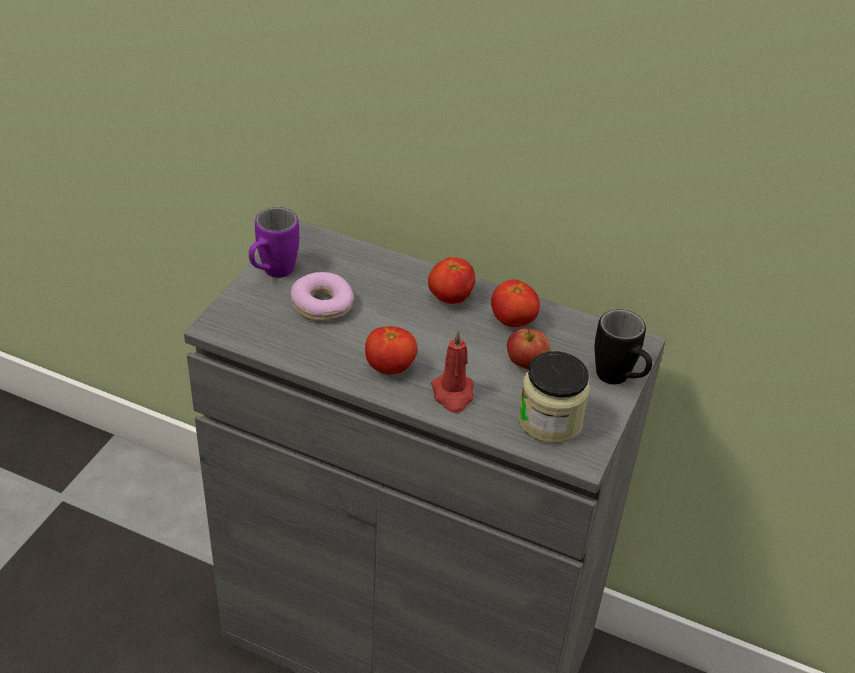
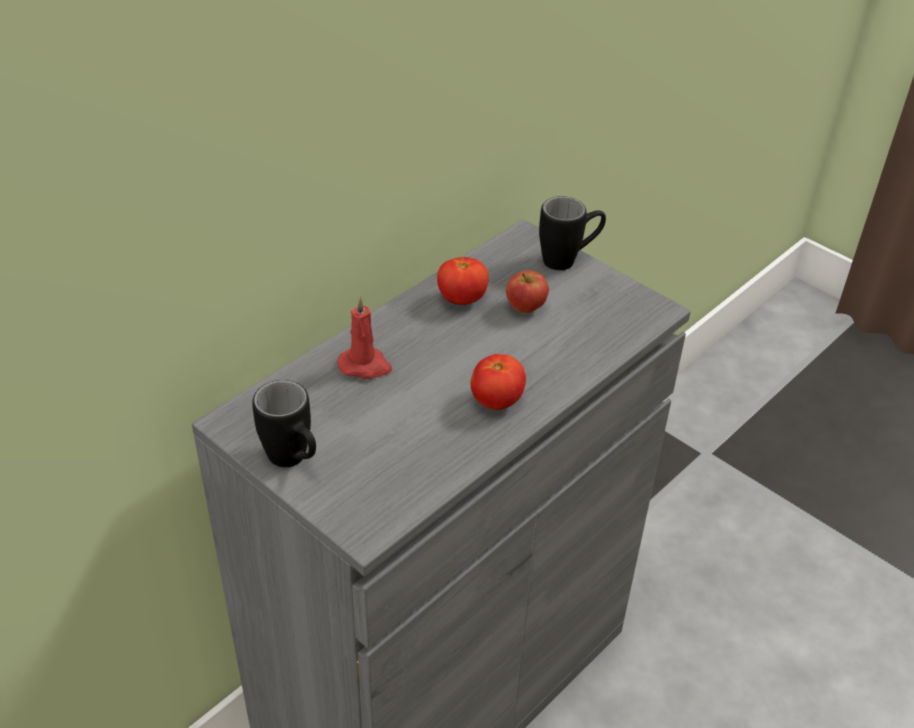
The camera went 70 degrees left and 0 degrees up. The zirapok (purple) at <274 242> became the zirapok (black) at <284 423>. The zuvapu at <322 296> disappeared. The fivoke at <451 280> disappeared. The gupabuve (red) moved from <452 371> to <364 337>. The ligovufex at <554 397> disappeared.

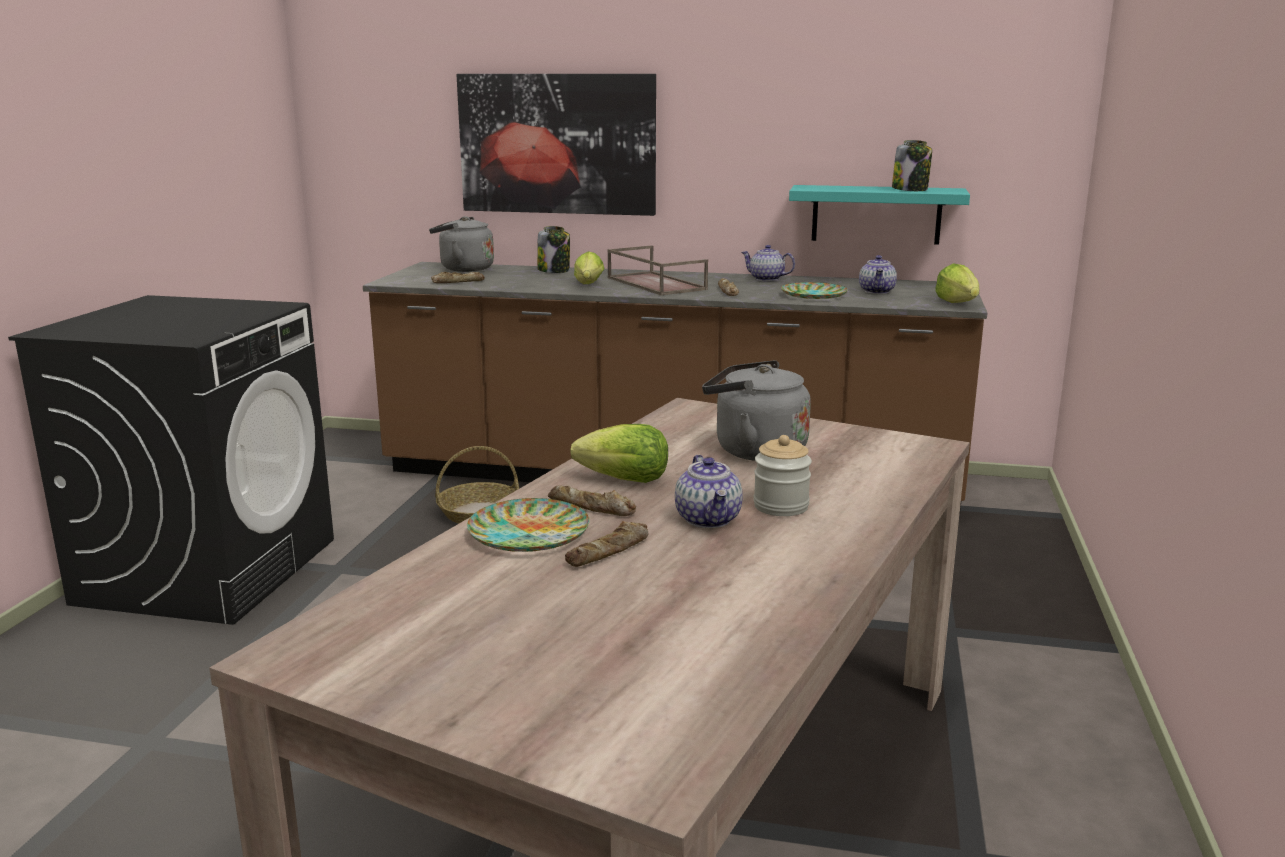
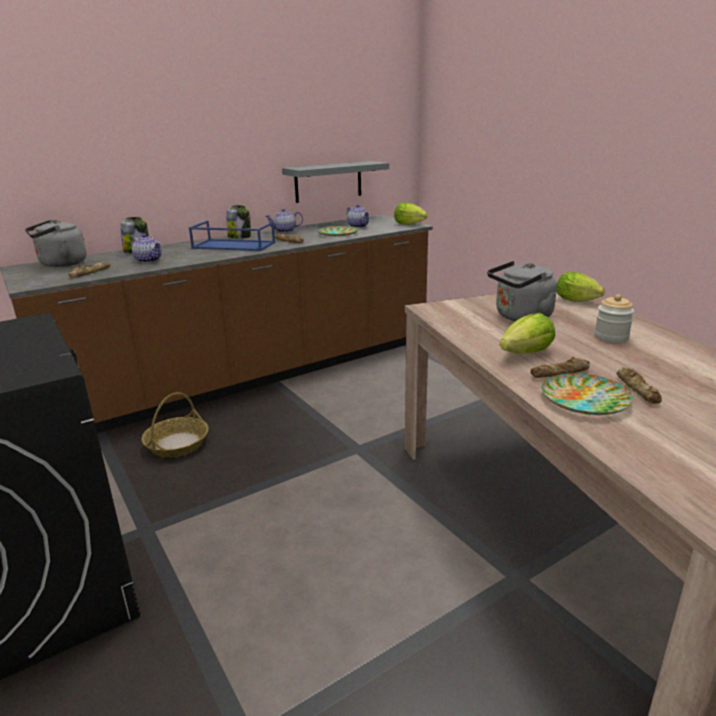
The camera went 45 degrees left and 5 degrees up. The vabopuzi at <556 145> disappeared. The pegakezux moved from <589 267> to <581 287>. The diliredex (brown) at <657 270> became the diliredex (blue) at <232 236>. The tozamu moved from <709 491> to <146 248>. The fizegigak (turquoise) at <879 215> became the fizegigak (grey) at <335 182>. The ligovufex moved from <912 165> to <238 222>.

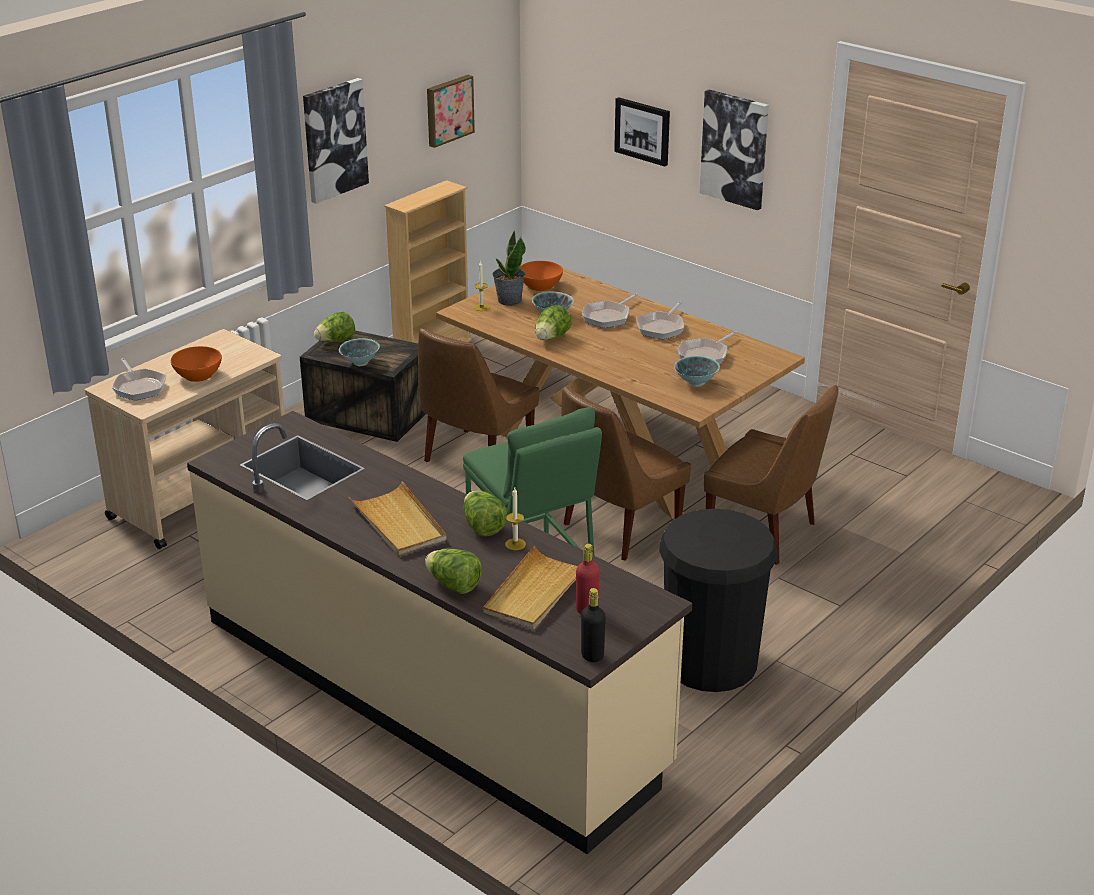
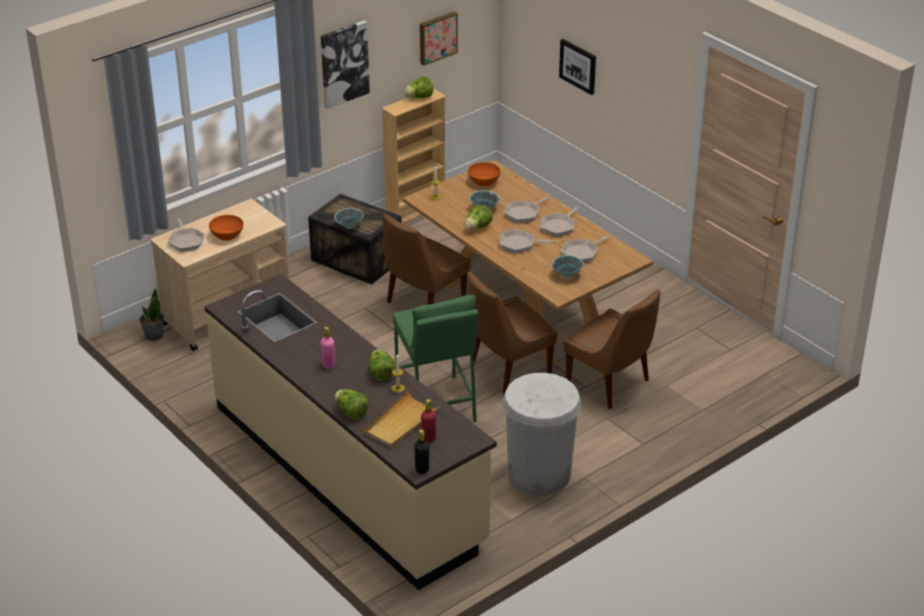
The camera went 10 degrees right and 5 degrees up. The pegakezux moved from <334 327> to <418 87>. The diliredex (beige) at <398 518> was replaced by the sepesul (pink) at <328 348>. The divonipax moved from <509 268> to <151 314>. The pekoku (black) at <718 600> became the pekoku (white) at <542 434>. The vabopuzi at <734 150> disappeared. The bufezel at <527 241> appeared.

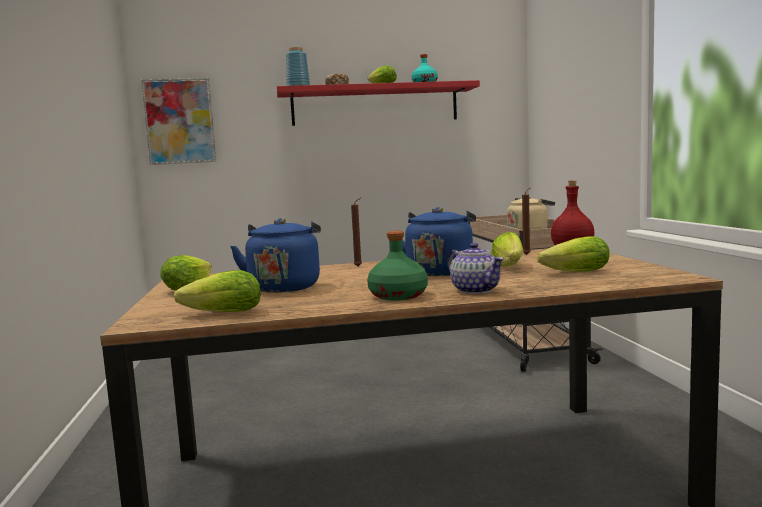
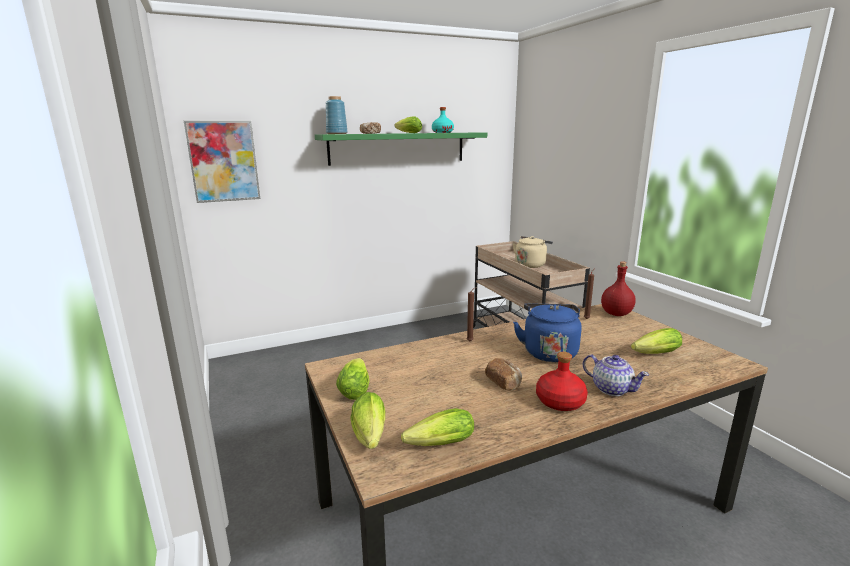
The camera went 15 degrees left and 10 degrees up. The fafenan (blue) at <275 255> disappeared. The fizegigak (red) at <378 103> became the fizegigak (green) at <401 149>. The sepesul (green) at <397 266> became the sepesul (red) at <562 381>. The pegakezux moved from <507 249> to <368 420>. The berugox at <503 374> appeared.

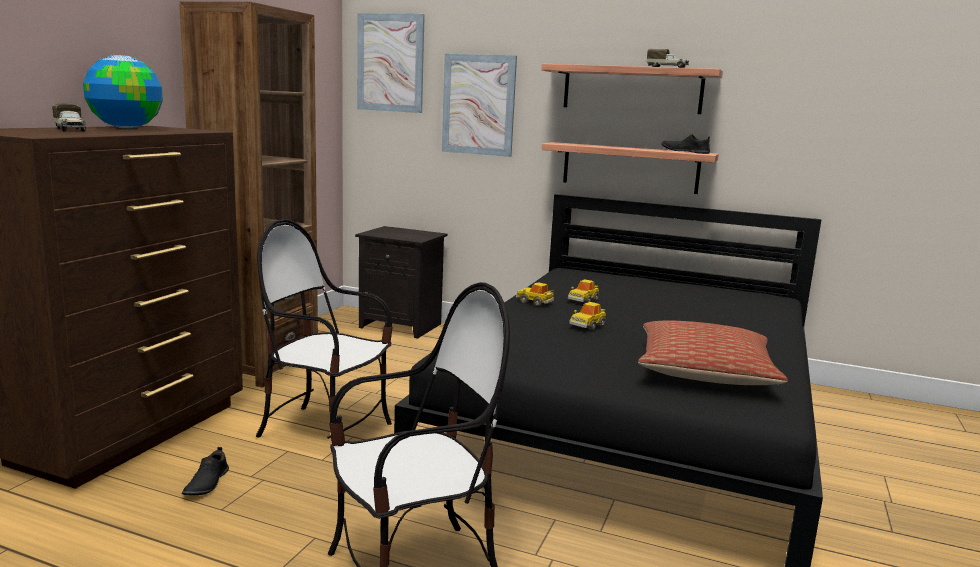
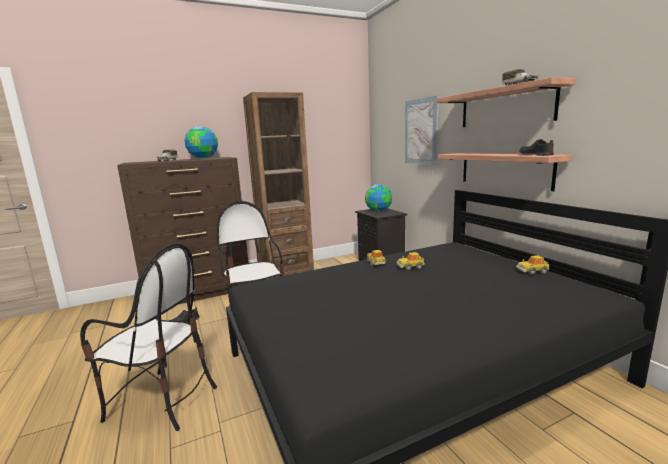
The camera went 45 degrees right and 0 degrees up. The vabopuzi at <391 63> disappeared. The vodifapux moved from <587 316> to <532 265>. The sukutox at <713 352> disappeared. The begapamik at <378 198> appeared.

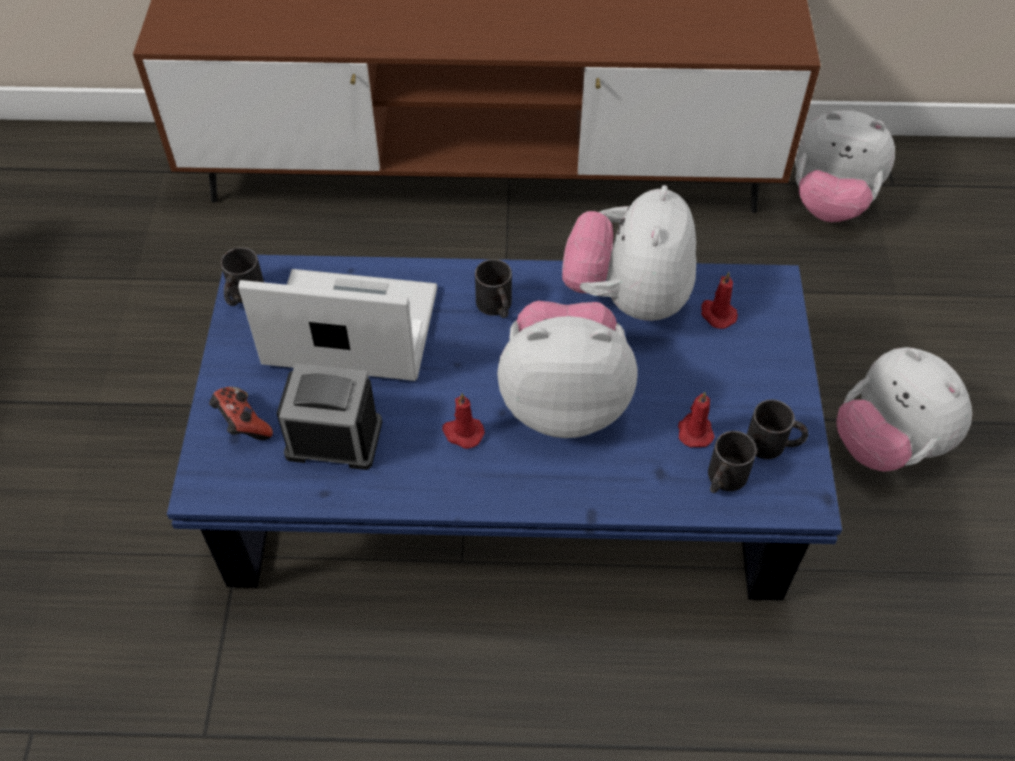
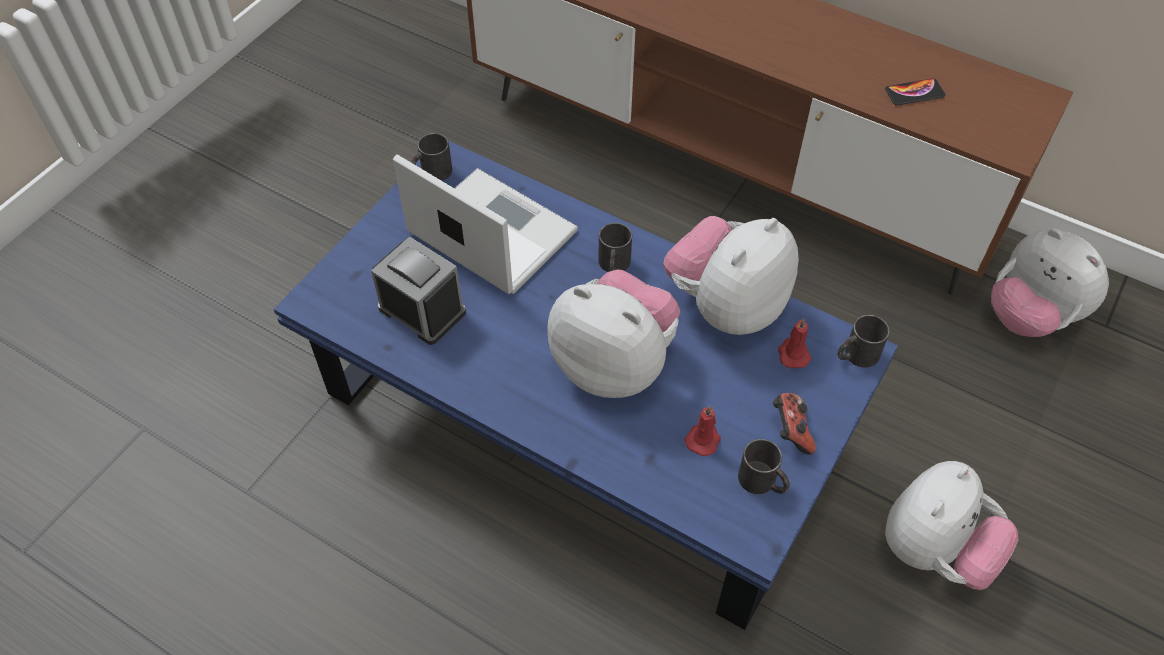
The camera went 30 degrees right and 0 degrees up. The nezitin moved from <241 413> to <794 423>. The gupabuve (red) at <463 421> disappeared. The zirapok (black) moved from <732 462> to <863 341>. The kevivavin at <904 409> turned 135 degrees counterclockwise. The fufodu at <915 91> appeared.

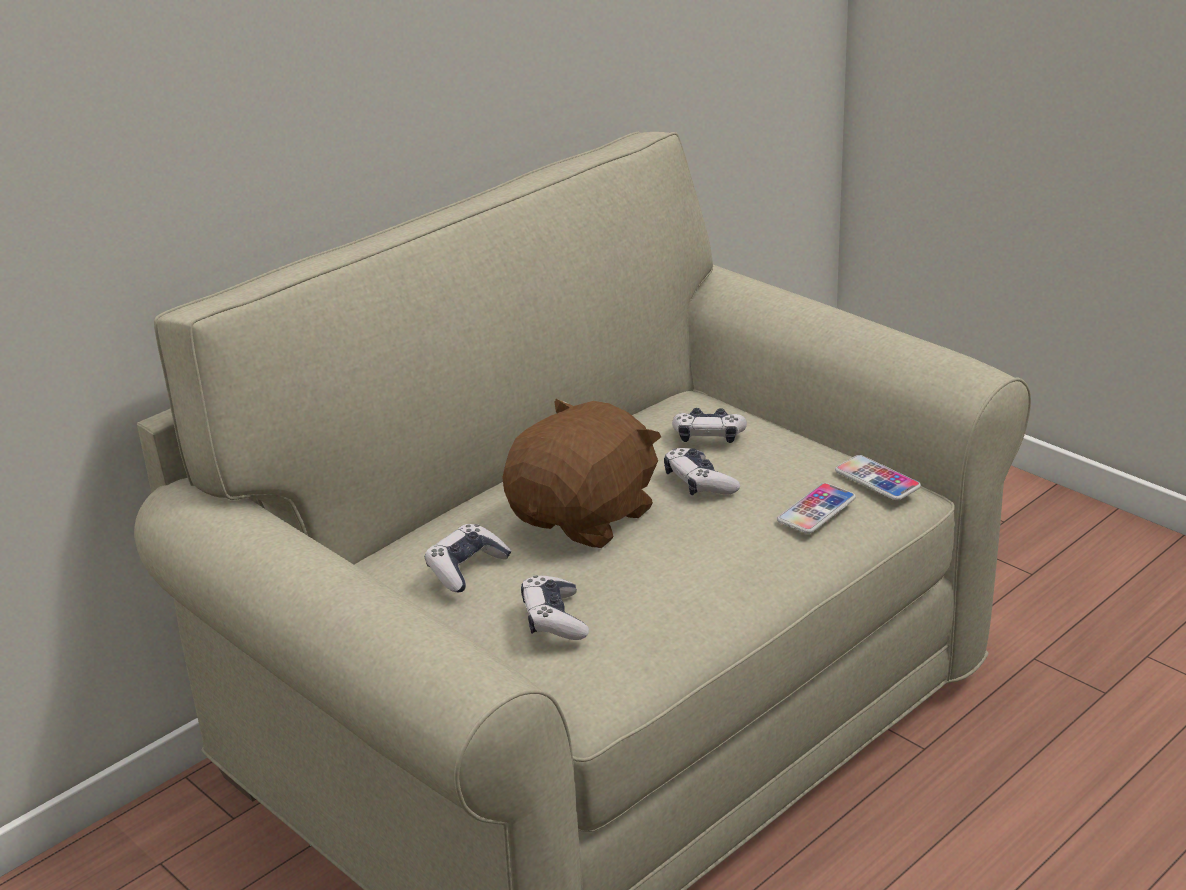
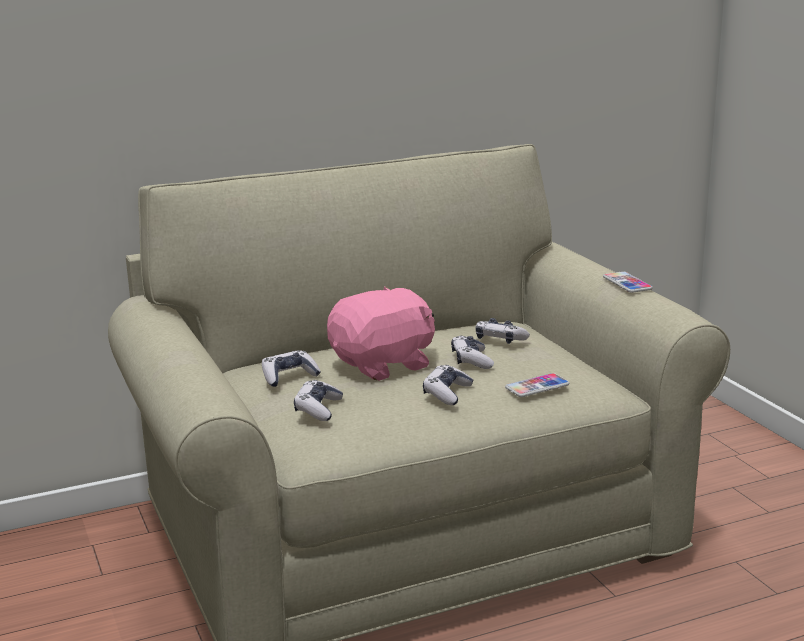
The camera went 20 degrees right and 10 degrees down. The kevivavin (brown) at <581 473> became the kevivavin (pink) at <381 333>. The fufodu moved from <878 478> to <628 282>. The nezitin at <448 385> appeared.

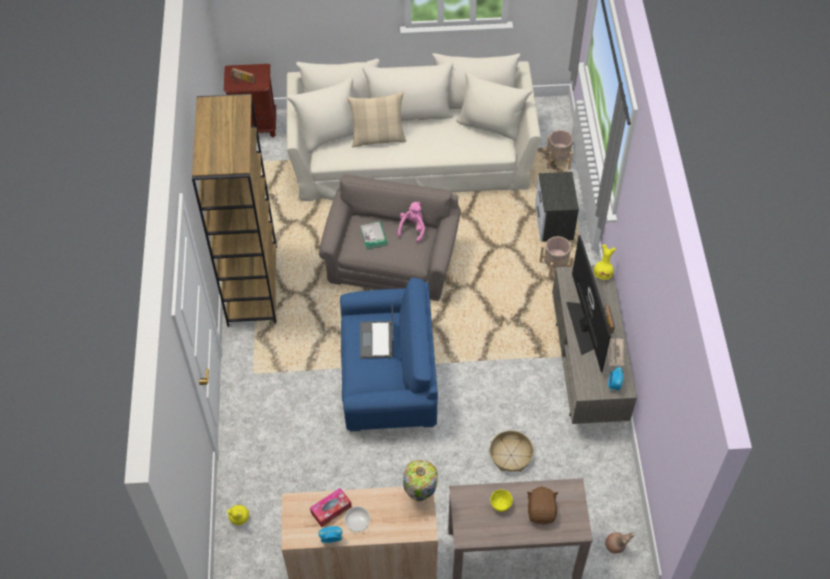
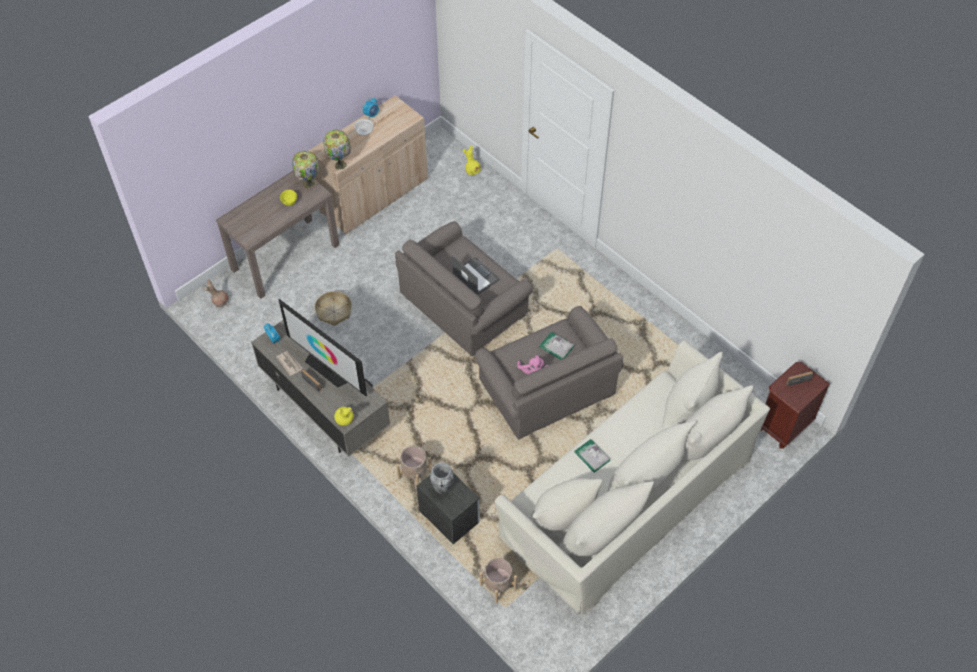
The camera went 140 degrees right and 0 degrees up. The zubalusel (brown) at <234 210> disappeared. The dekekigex at <331 507> disappeared. The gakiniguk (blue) at <389 354> became the gakiniguk (grey) at <464 288>. The sukutox (beige) at <376 119> disappeared. The kevivavin (brown) at <542 505> disappeared. The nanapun at <305 169> appeared. The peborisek at <442 478> appeared. The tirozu at <592 456> appeared.

